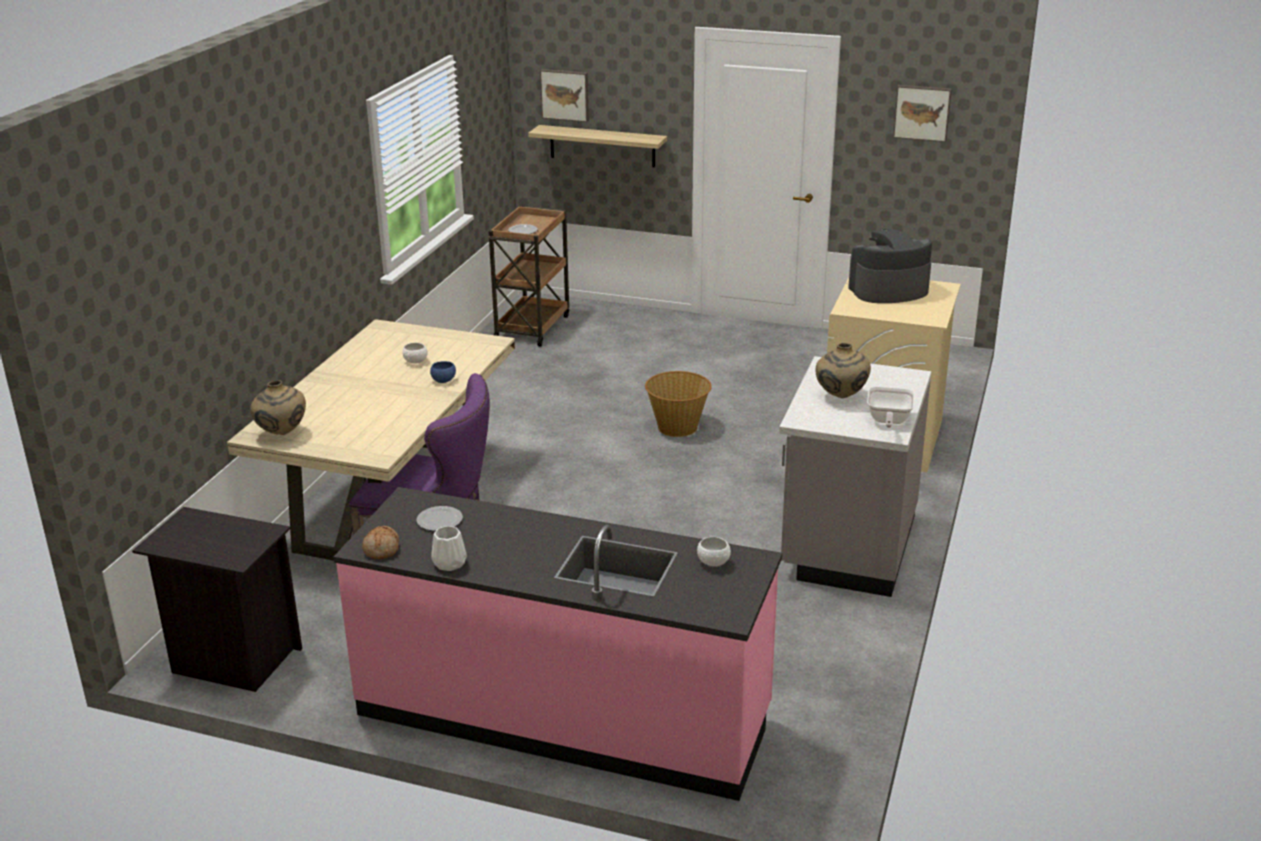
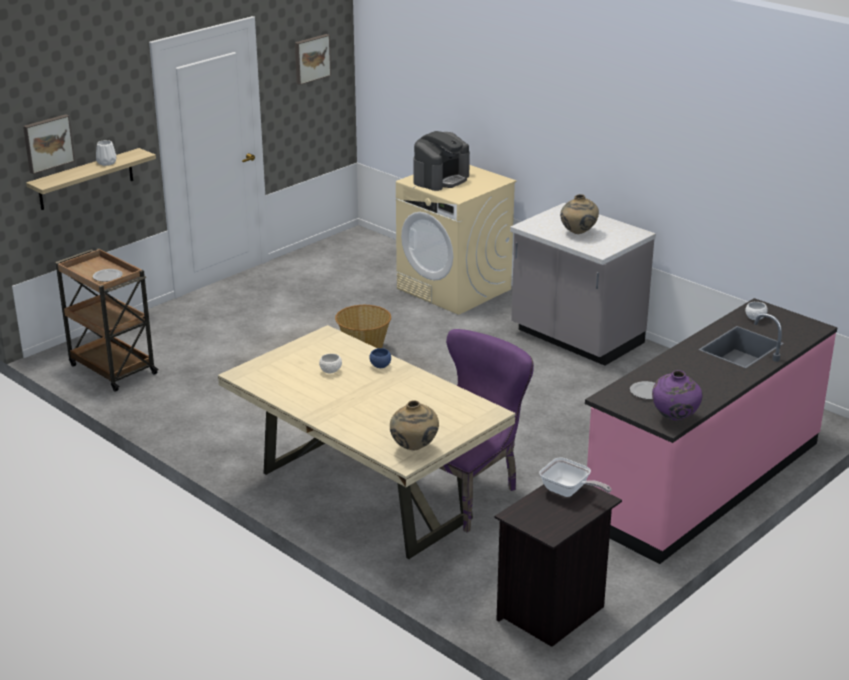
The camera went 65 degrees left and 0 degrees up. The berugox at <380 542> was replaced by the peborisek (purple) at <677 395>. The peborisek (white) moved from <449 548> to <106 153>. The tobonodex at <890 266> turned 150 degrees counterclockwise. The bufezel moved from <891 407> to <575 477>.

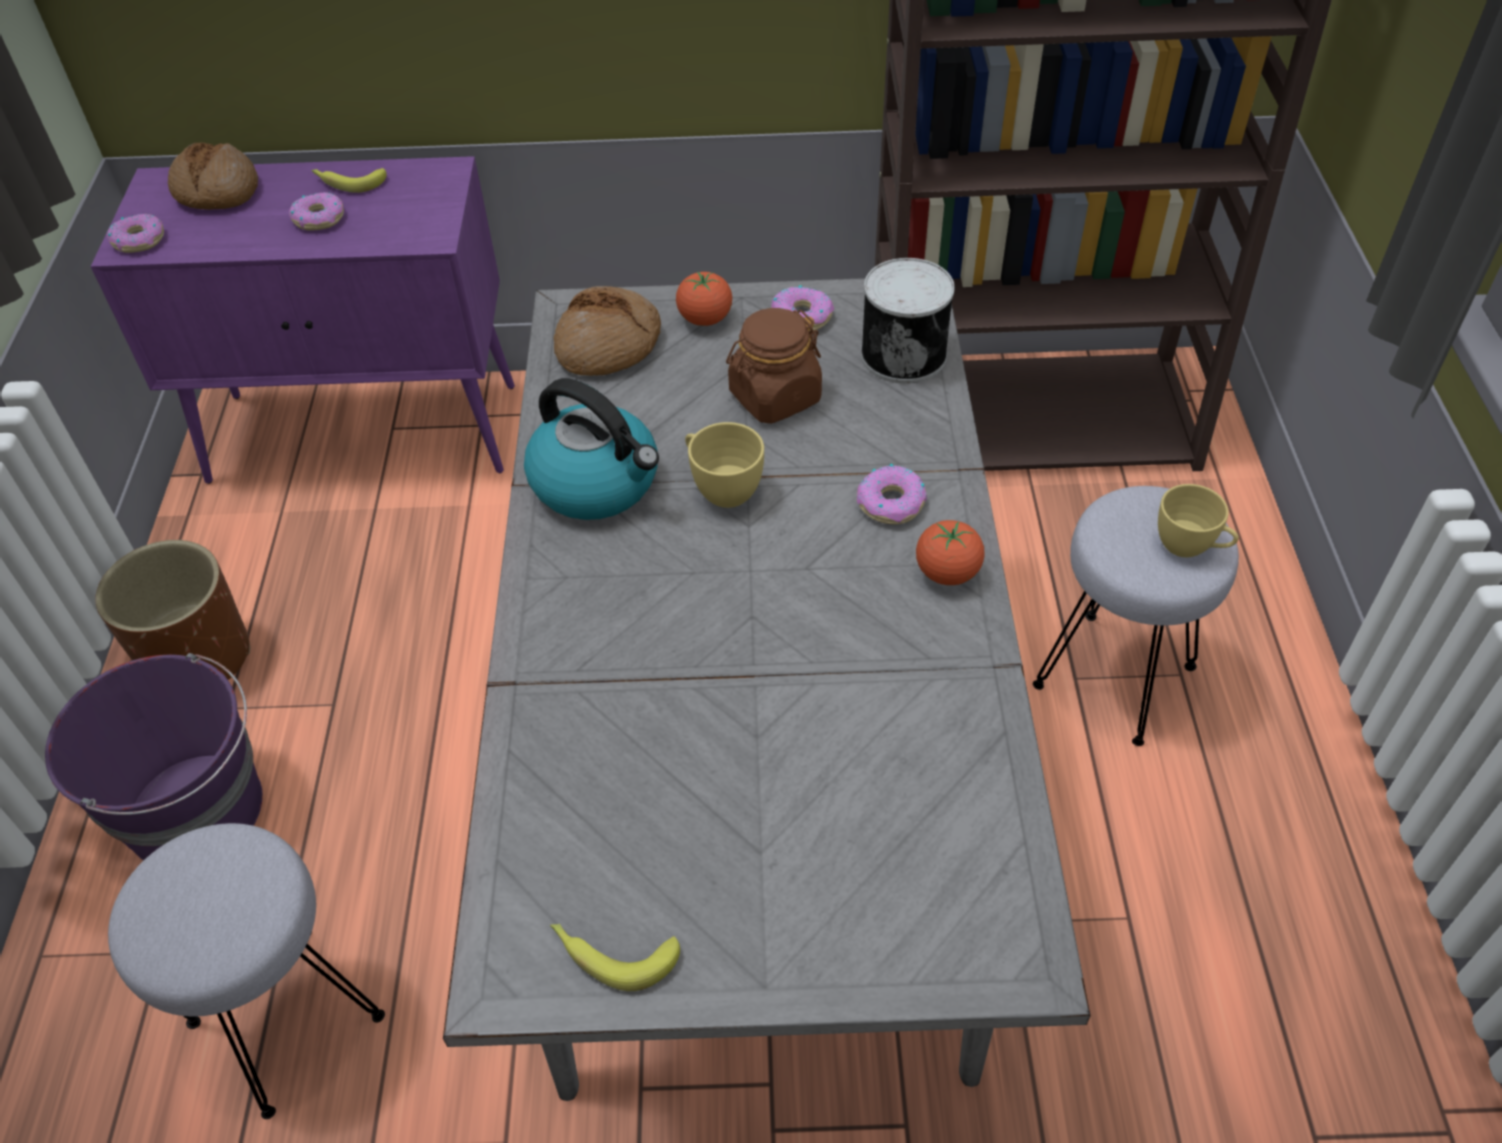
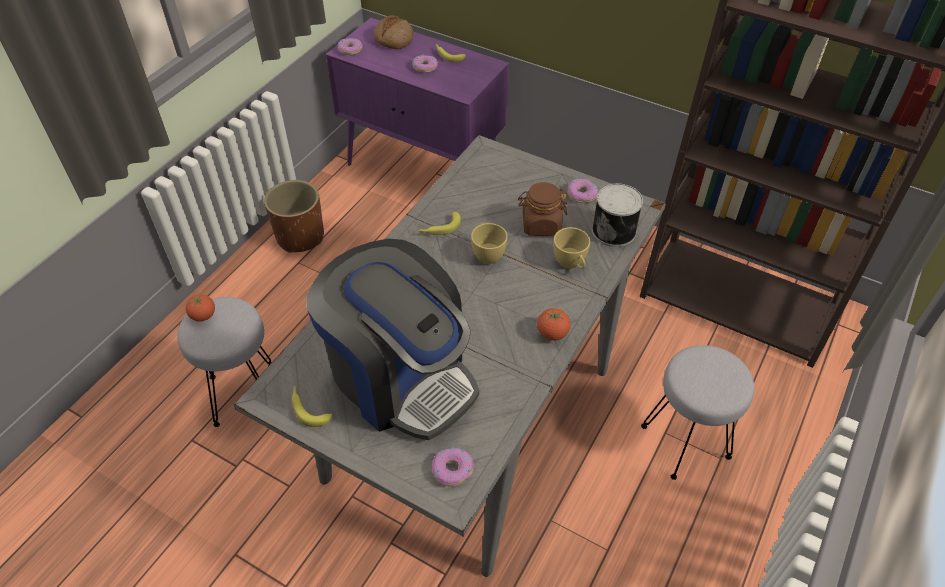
The camera went 30 degrees right and 0 degrees up. The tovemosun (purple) at <154 757> disappeared. The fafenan at <591 449> was replaced by the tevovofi at <439 223>. The berugox at <607 331> disappeared. The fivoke moved from <704 299> to <200 308>. The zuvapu moved from <892 494> to <453 466>. The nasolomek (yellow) moved from <1198 520> to <571 248>. The tobonodex at <392 339> appeared.

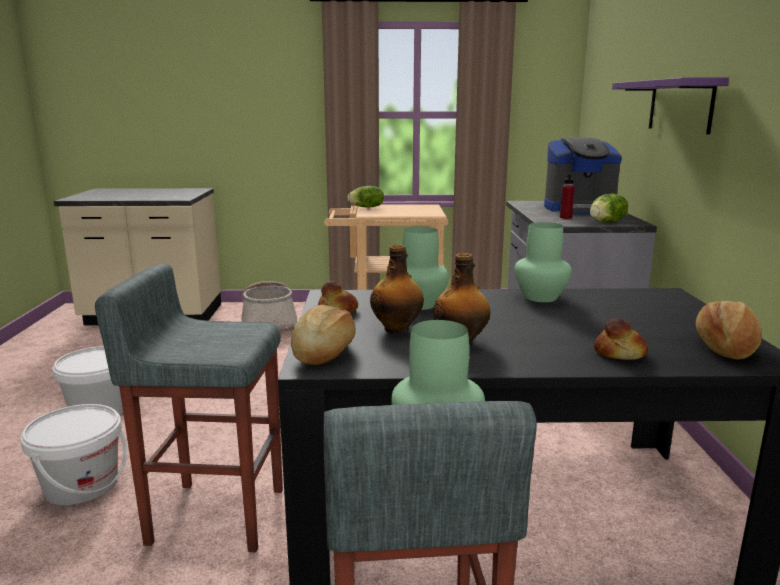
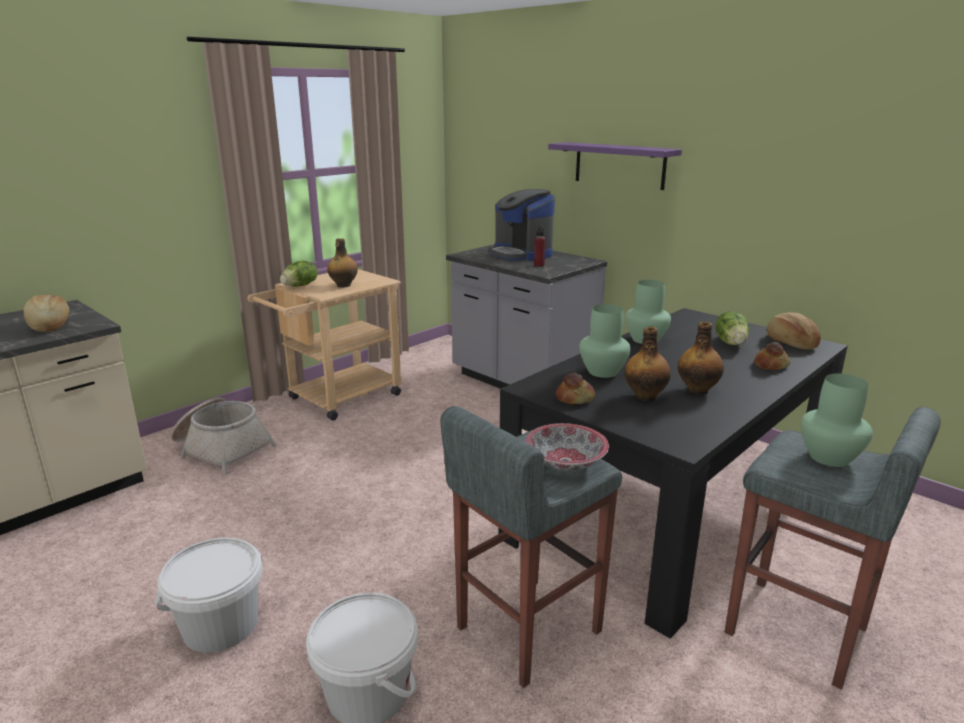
The camera went 45 degrees left and 5 degrees up. The berugox moved from <323 335> to <46 313>. The tobonodex at <583 175> turned 105 degrees clockwise. The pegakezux moved from <609 208> to <732 328>. The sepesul at <342 263> appeared. The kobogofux at <567 447> appeared.

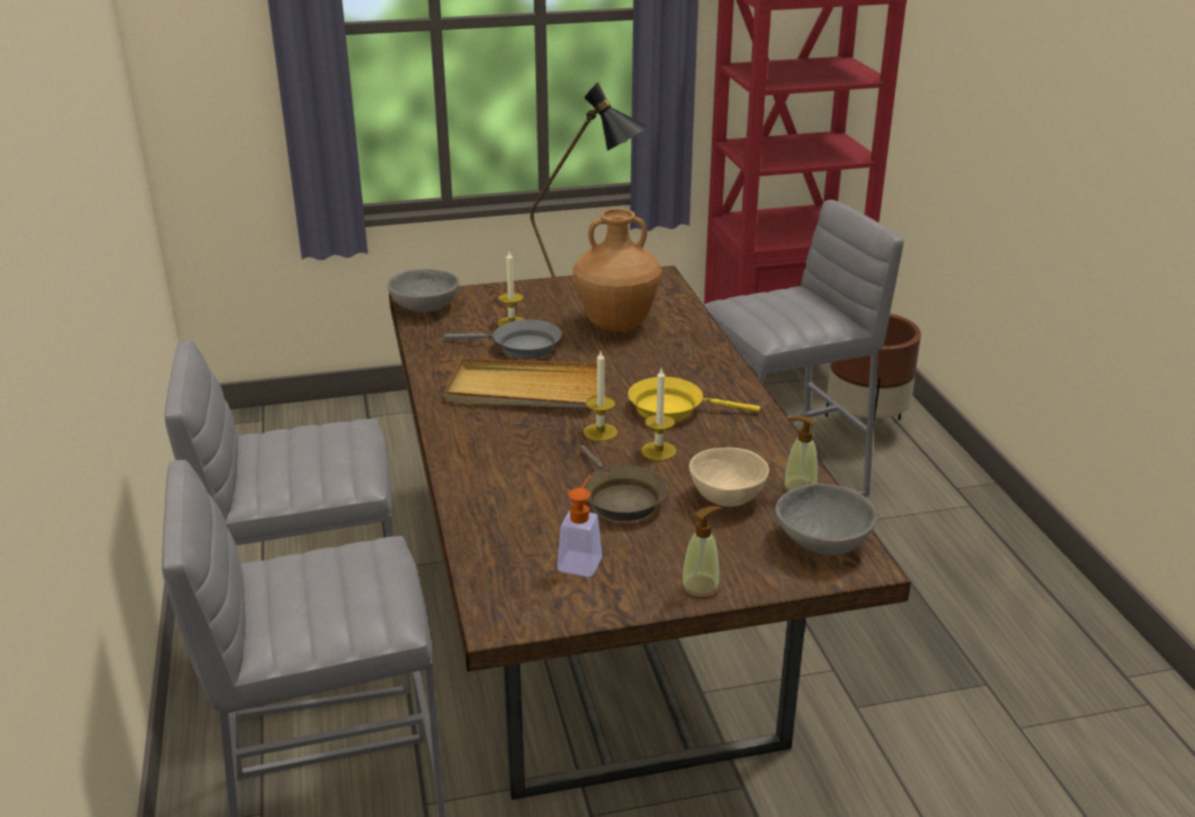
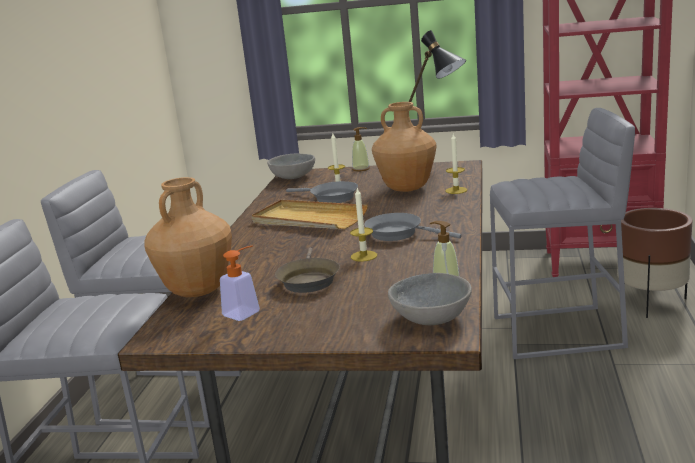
The camera went 25 degrees right and 10 degrees down. The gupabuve moved from <600 396> to <456 164>. The bufezel (yellow) at <694 399> became the bufezel (grey) at <412 227>. The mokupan moved from <701 552> to <361 149>. The kobogofux (beige) at <729 477> disappeared. The peborisek (brown) at <188 237> appeared.

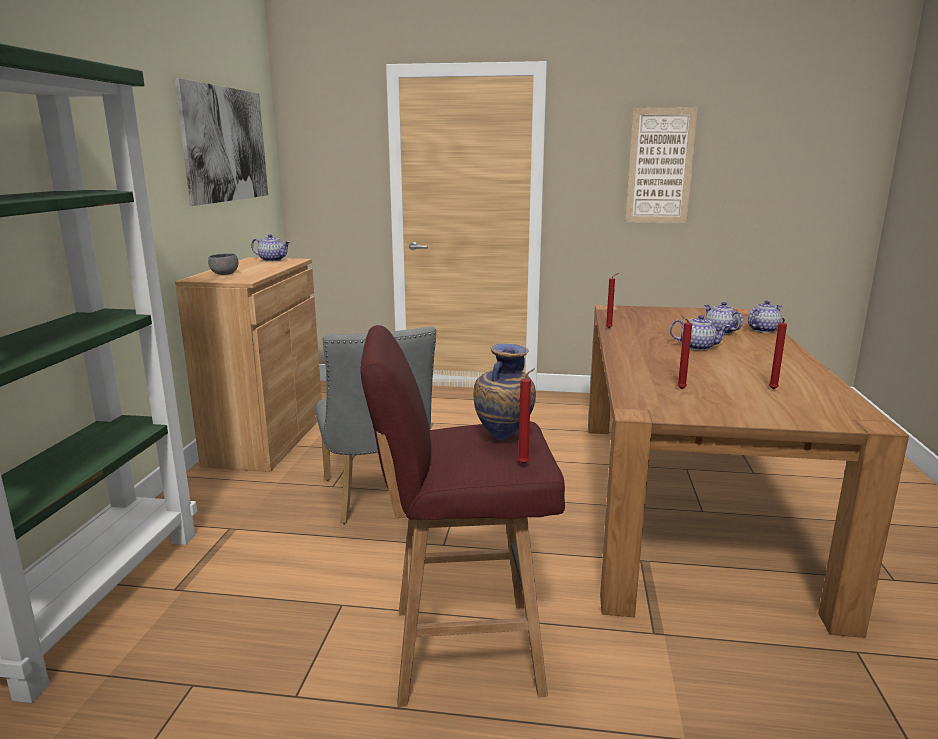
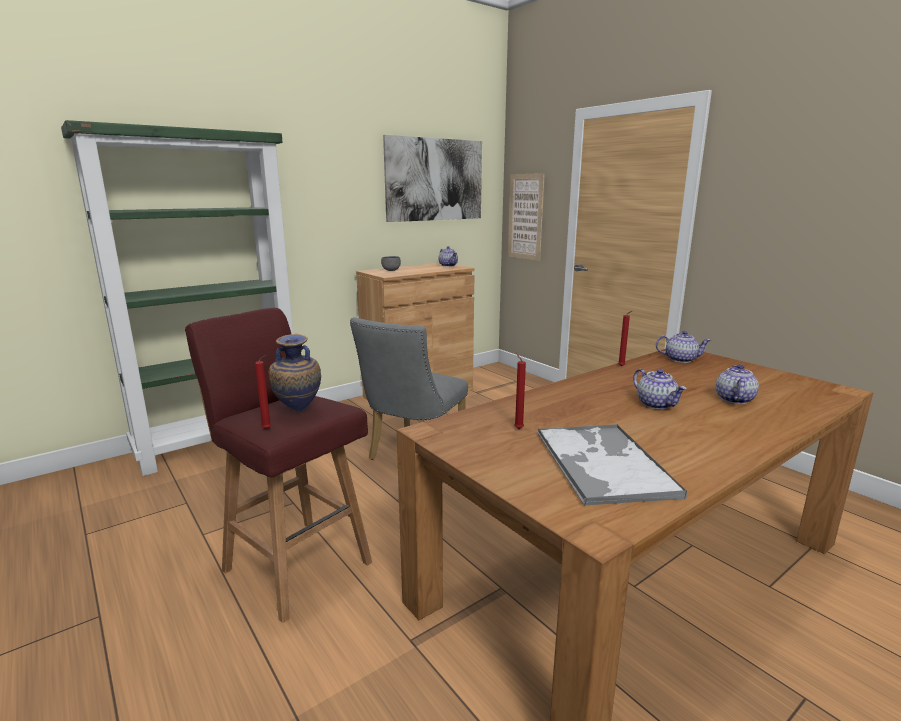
The camera went 45 degrees right and 0 degrees up. The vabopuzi moved from <661 165> to <526 217>. The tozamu moved from <765 316> to <683 347>. The gupabuve (red) at <778 353> was replaced by the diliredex at <612 465>.

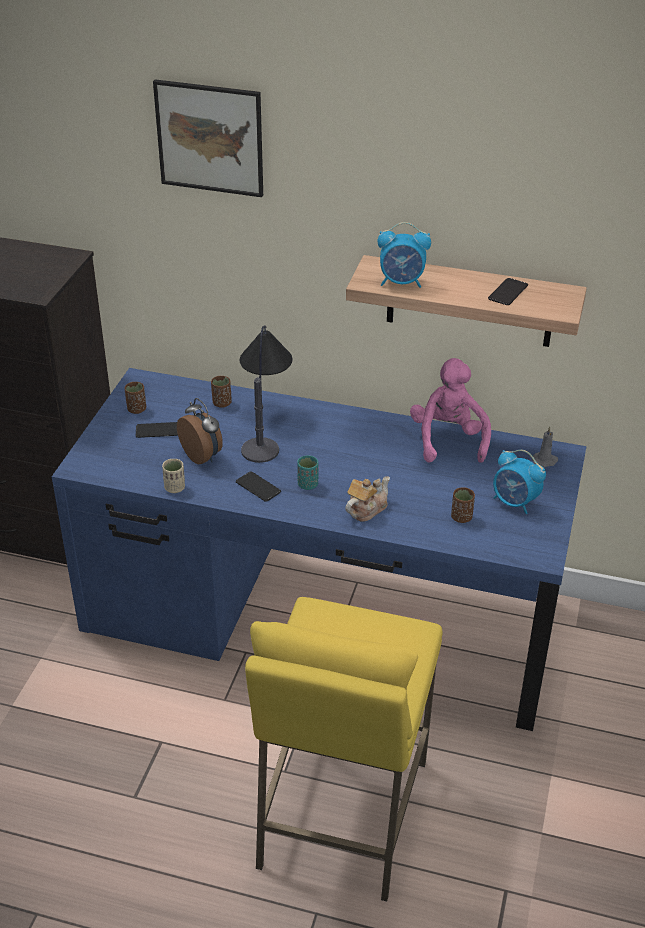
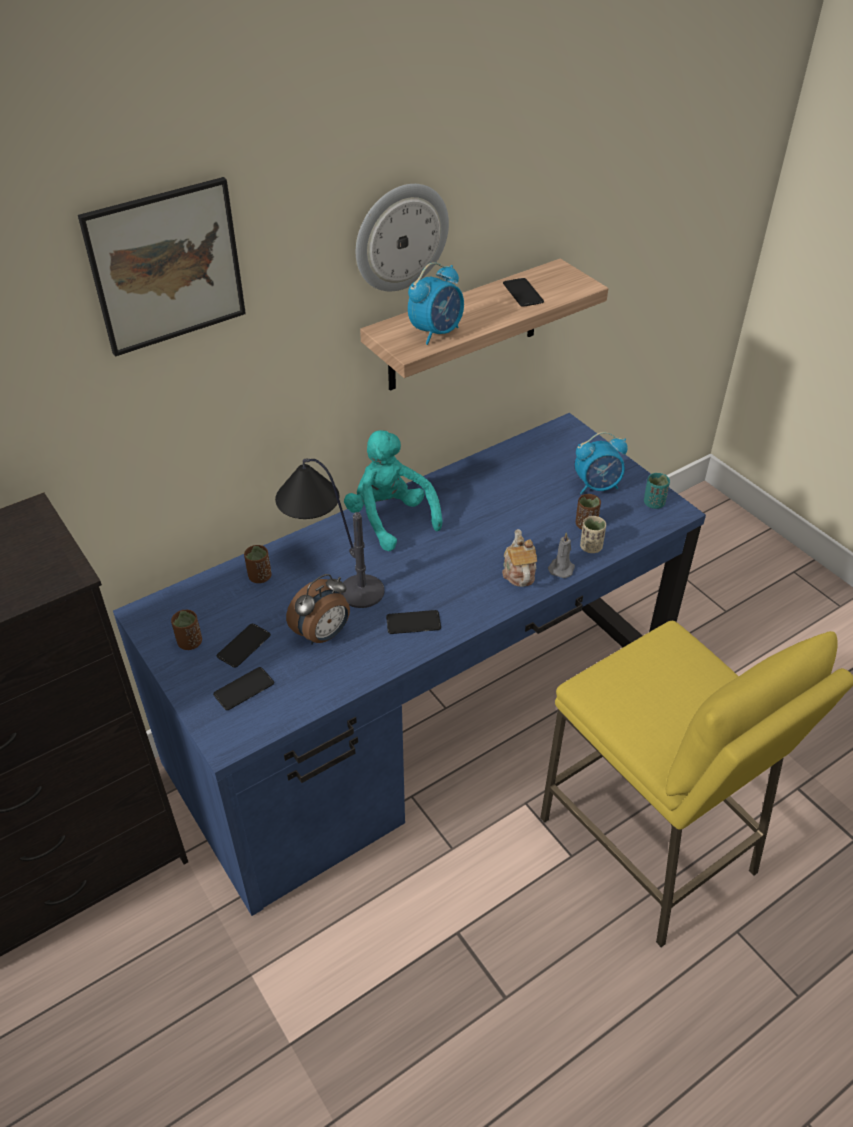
The camera went 50 degrees left and 5 degrees up. The nasolomek (beige) moved from <173 476> to <593 534>. The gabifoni at <200 431> turned 135 degrees clockwise. The nasolomek (turquoise) moved from <307 472> to <657 491>. The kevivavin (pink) at <450 410> disappeared. The gupabuve (grey) moved from <545 447> to <561 555>. The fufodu at <243 688> appeared. The kevivavin (turquoise) at <393 490> appeared. The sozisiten at <402 237> appeared.

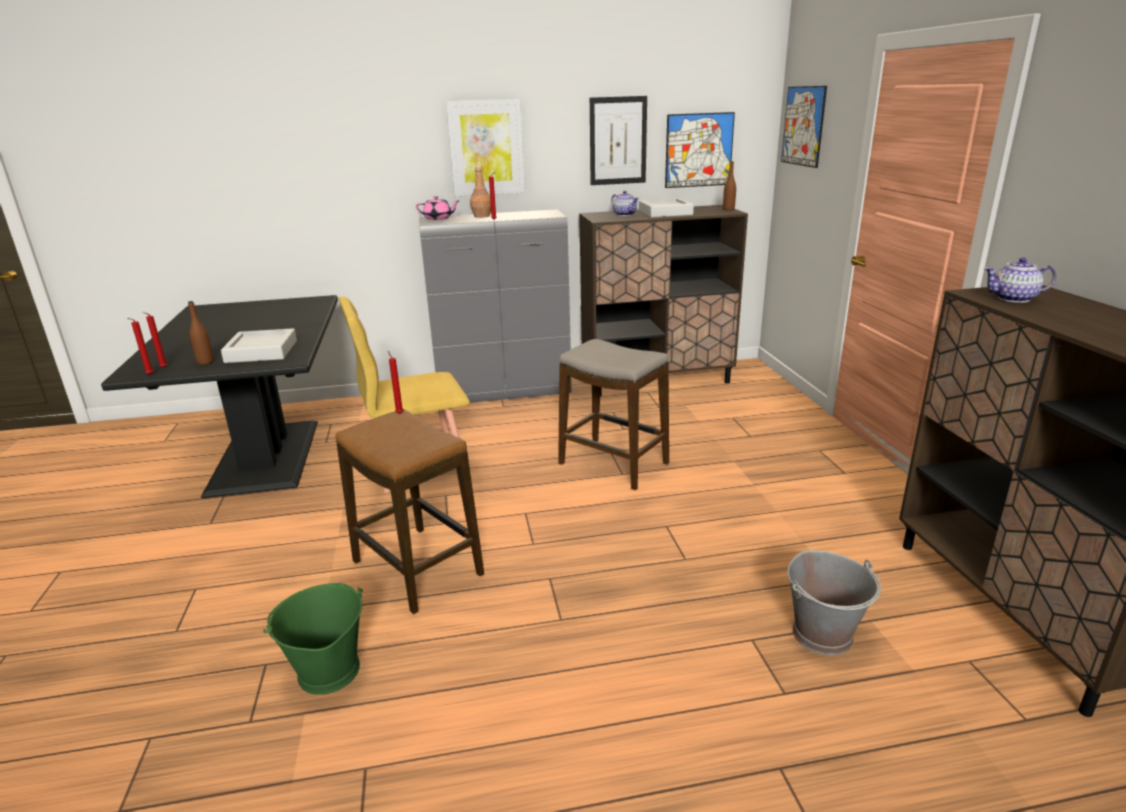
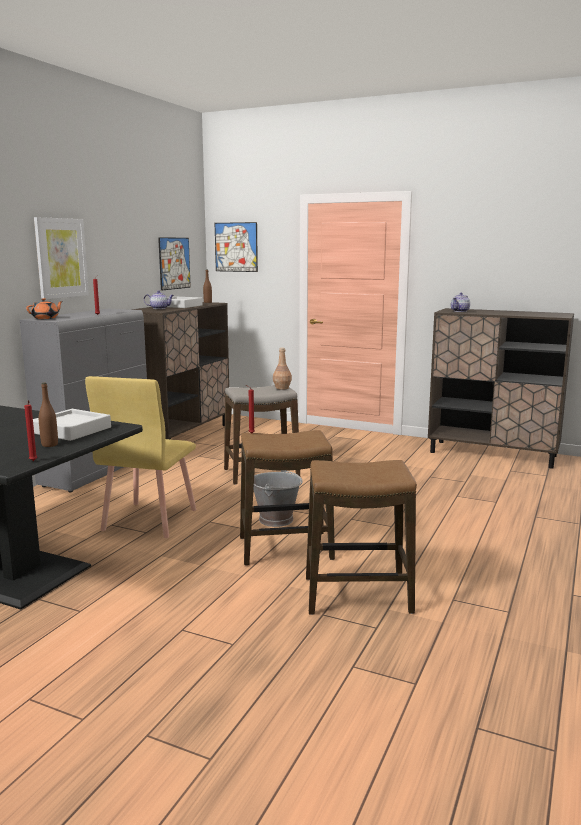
The camera went 55 degrees left and 10 degrees down. The gupabuve (red) at <154 340> disappeared. The tovemosun (green) at <313 639> was replaced by the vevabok at <361 537>. The tozamu (pink) at <438 208> became the tozamu (orange) at <44 308>. The sepesul (brown) moved from <480 192> to <282 369>. The vabopuzi at <618 140> disappeared. The tovemosun (grey) moved from <834 603> to <278 498>.

